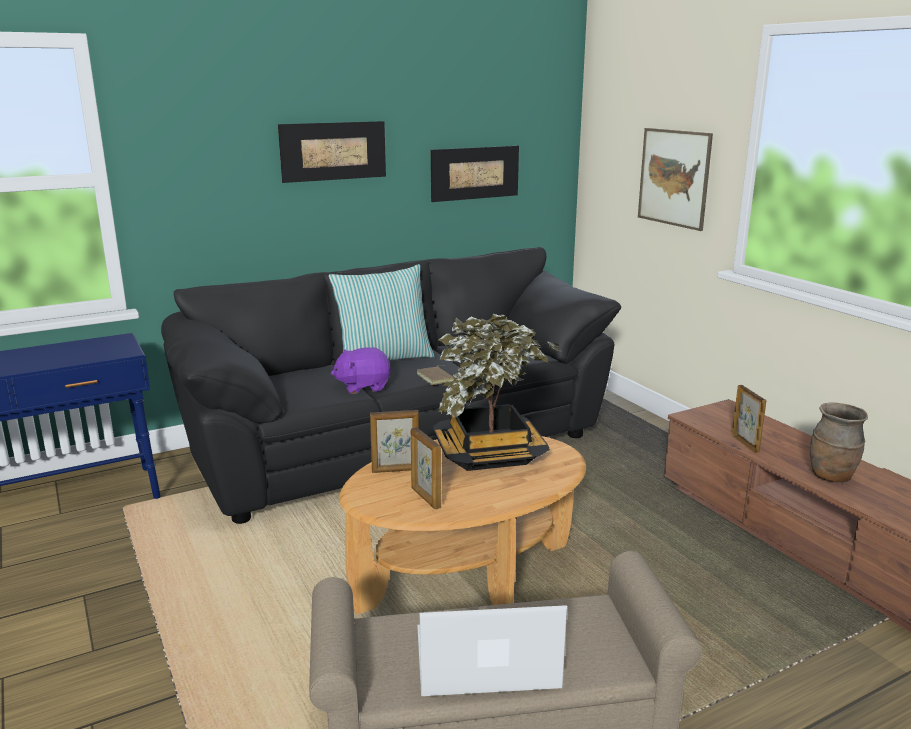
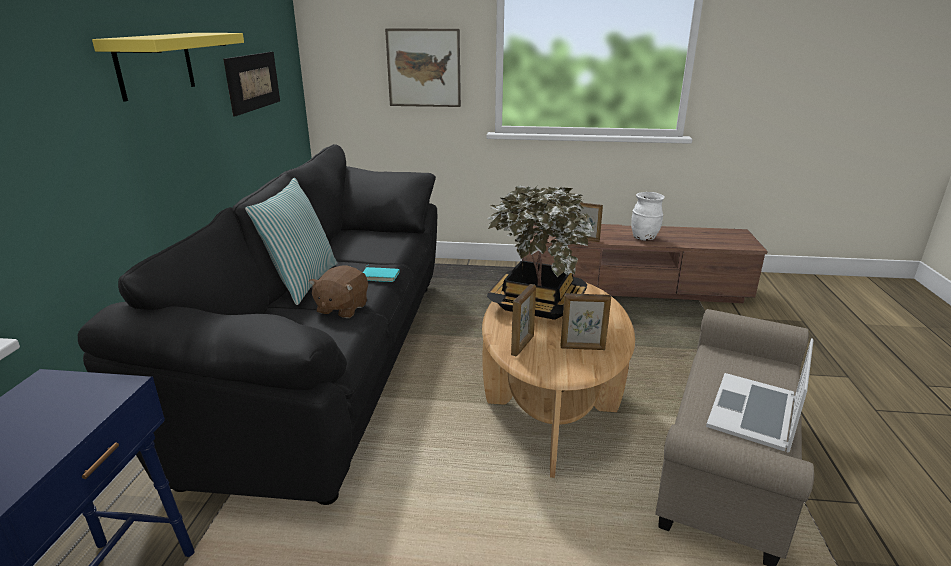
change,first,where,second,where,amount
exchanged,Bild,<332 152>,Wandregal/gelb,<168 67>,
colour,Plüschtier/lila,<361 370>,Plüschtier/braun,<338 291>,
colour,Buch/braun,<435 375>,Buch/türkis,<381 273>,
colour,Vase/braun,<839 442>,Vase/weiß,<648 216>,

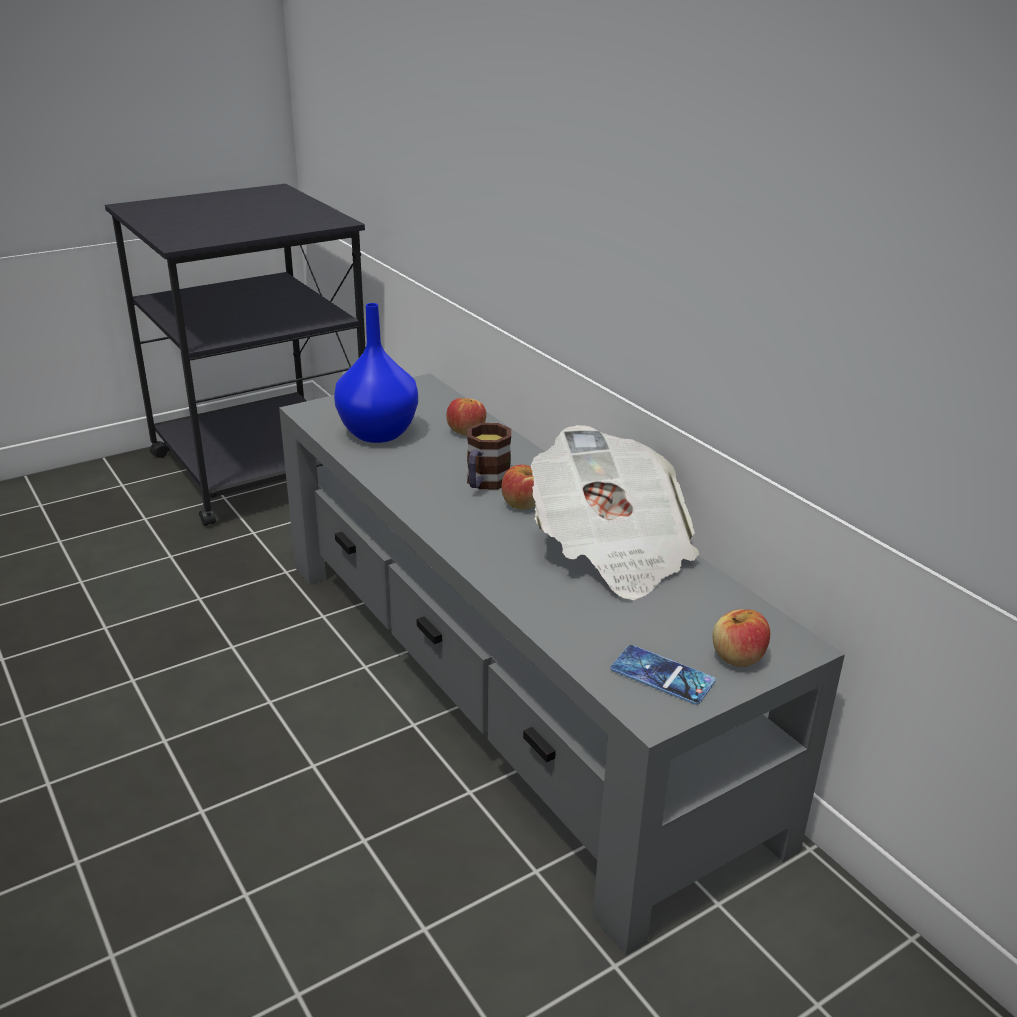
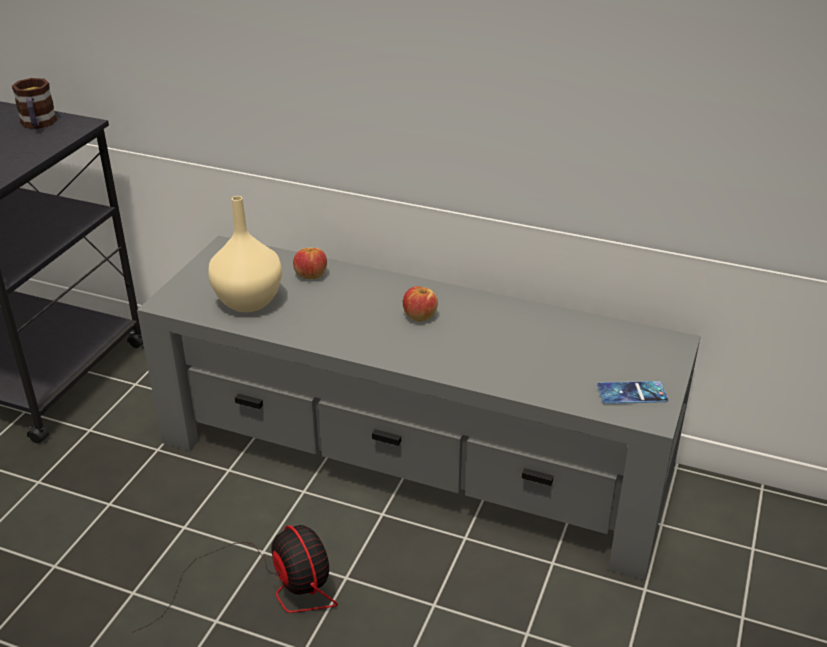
change,first,where,second,where,amount
relocated,Henkelbecher,<489 456>,,<34 103>,
appeared,,,Ventilator,<235 579>,
colour,Vase/blau,<376 373>,Vase/beige,<245 254>,
missing,Zeitung,<615 512>,,,
missing,Apfel,<741 638>,,,

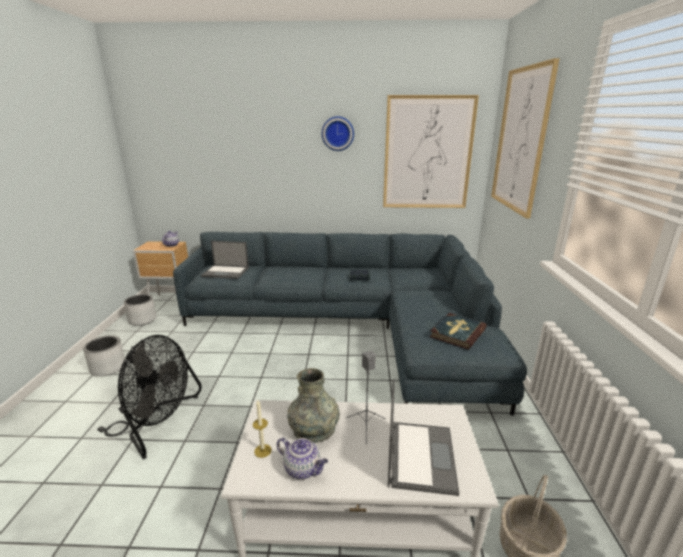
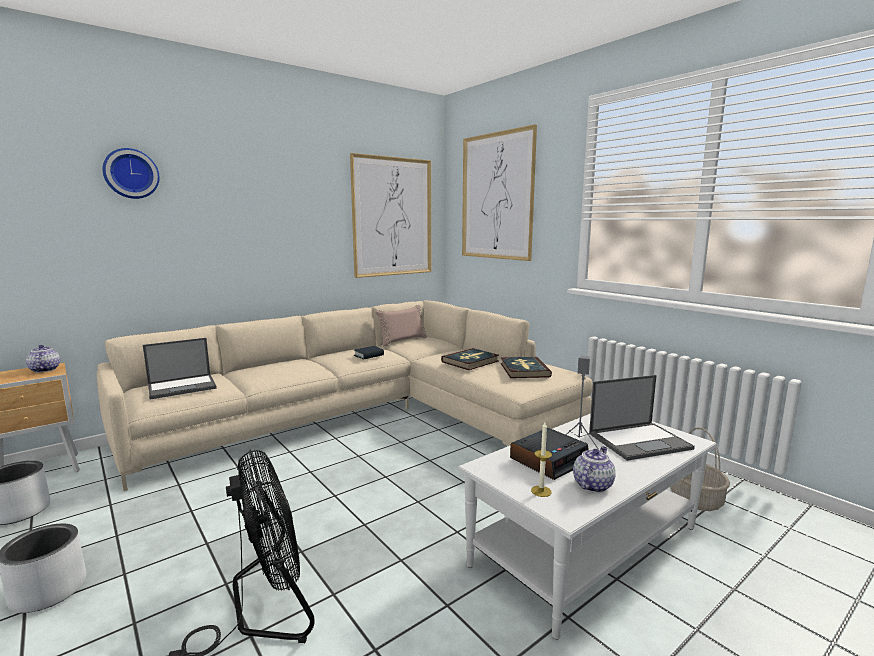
change,first,where,second,where,amount
colour,Sofa/blau,<350 324>,Sofa/beige,<345 395>,
relocated,Wanduhr,<338 133>,,<131 173>,
appeared,,,Kissen/beige,<401 326>,
appeared,,,Buch,<470 359>,
exchanged,Vase/grau,<313 405>,Wecker,<549 454>,
spun,Teekanne,<302 458>,,<594 469>,45 degrees counterclockwise
spun,Laptop,<423 437>,,<642 418>,105 degrees clockwise

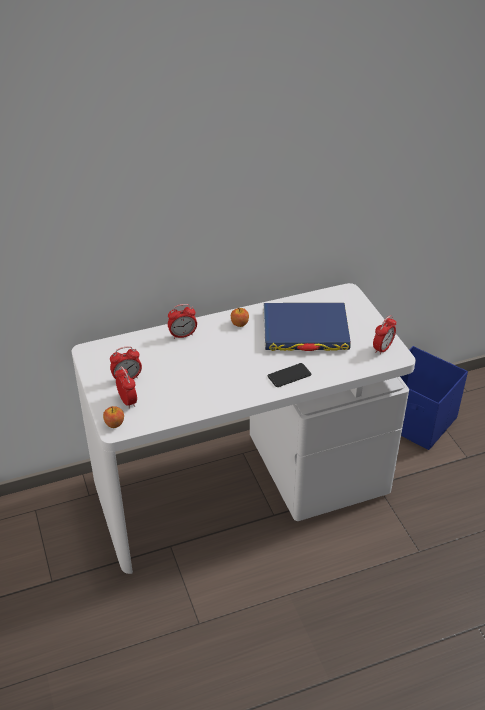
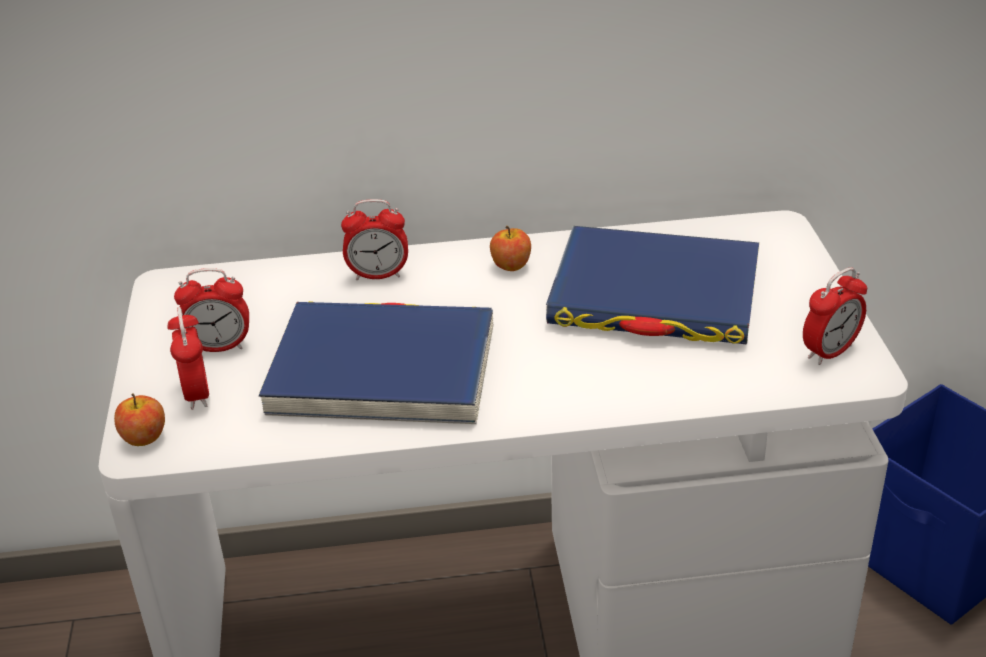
change,first,where,second,where,amount
appeared,,,Buch/blau,<376 362>,
missing,Handy,<289 375>,,,

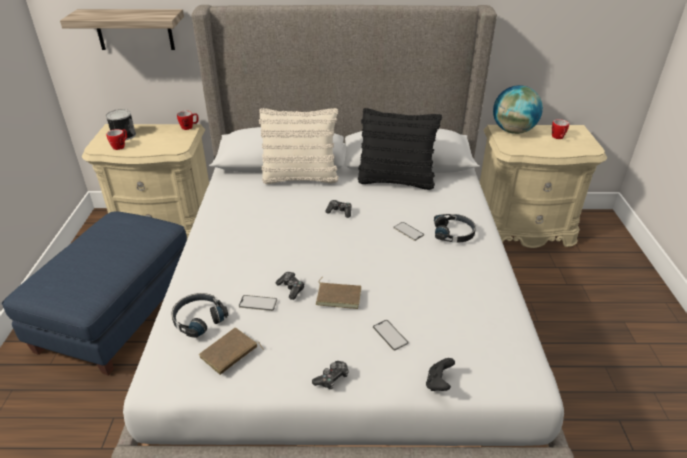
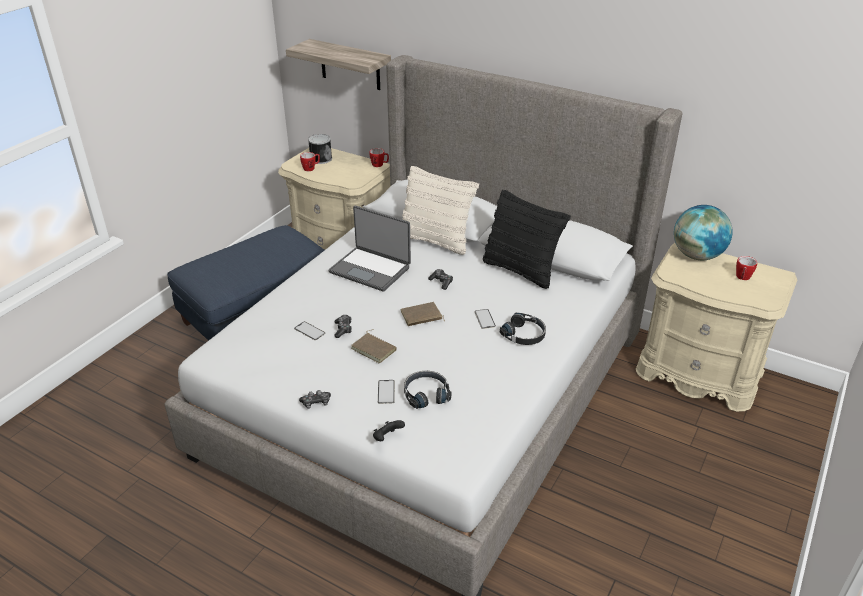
change,first,where,second,where,amount
appeared,,,Laptop,<370 249>,
relocated,Buch/braun,<231 351>,,<422 314>,
relocated,Kopfhörer/schwarz,<199 315>,,<428 390>,

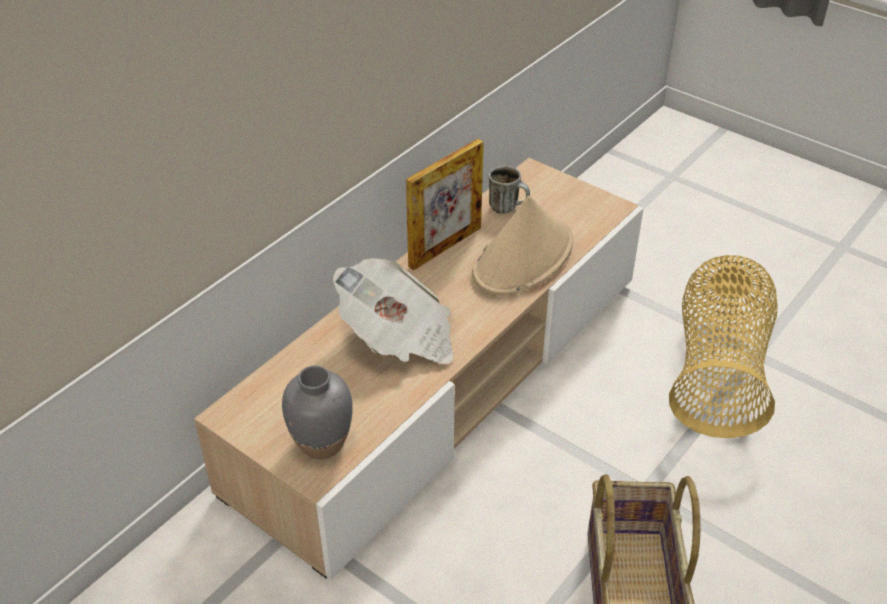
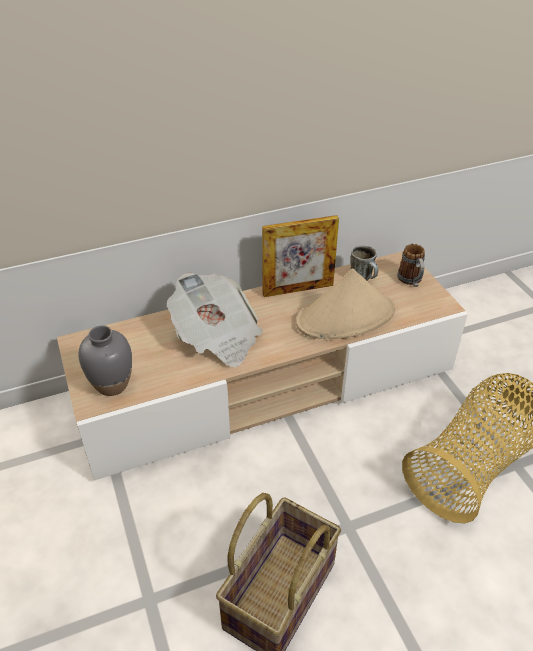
change,first,where,second,where,amount
appeared,,,Henkelbecher,<411 265>,

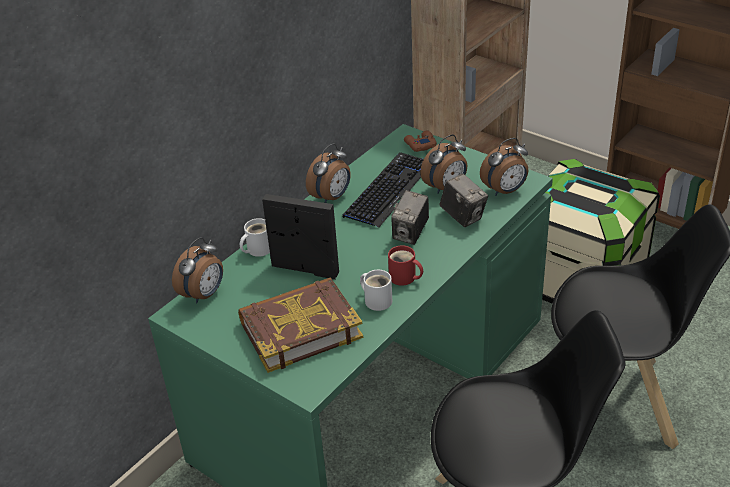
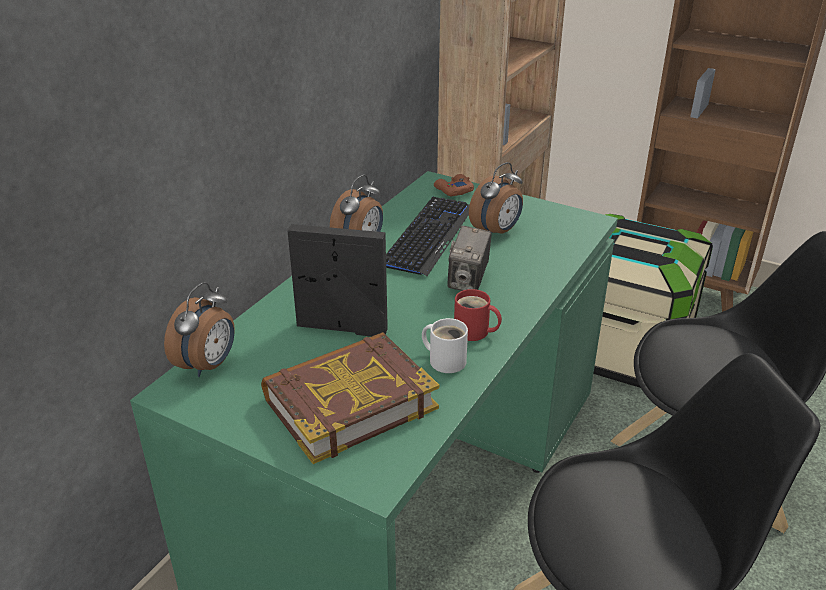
change,first,where,second,where,amount
missing,Henkelbecher/weiß,<255 237>,,,
missing,Kamera,<463 200>,,,
missing,Wecker,<504 167>,,,

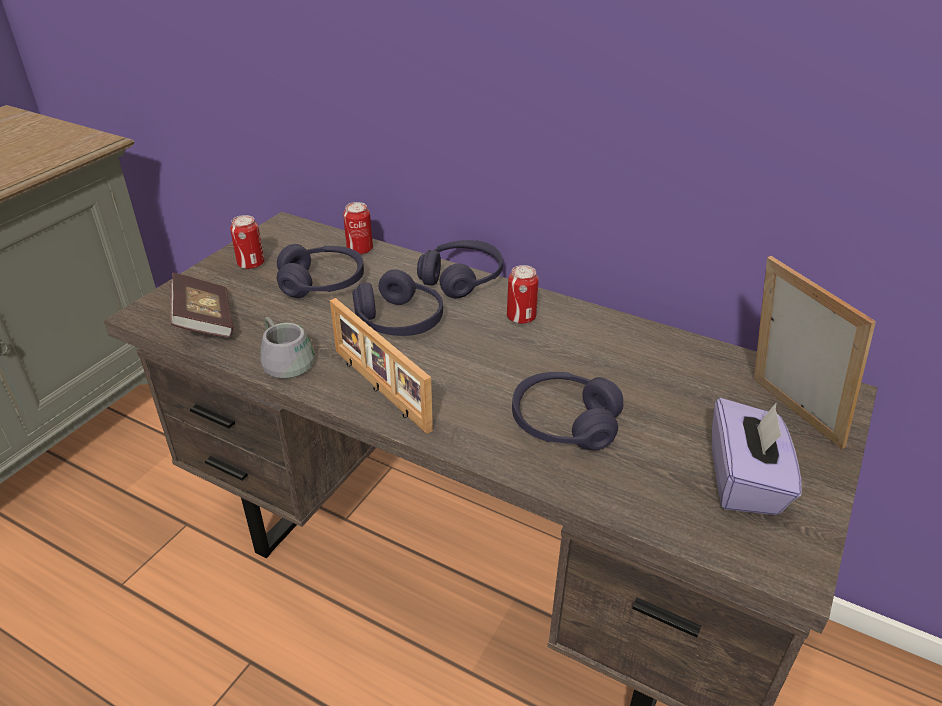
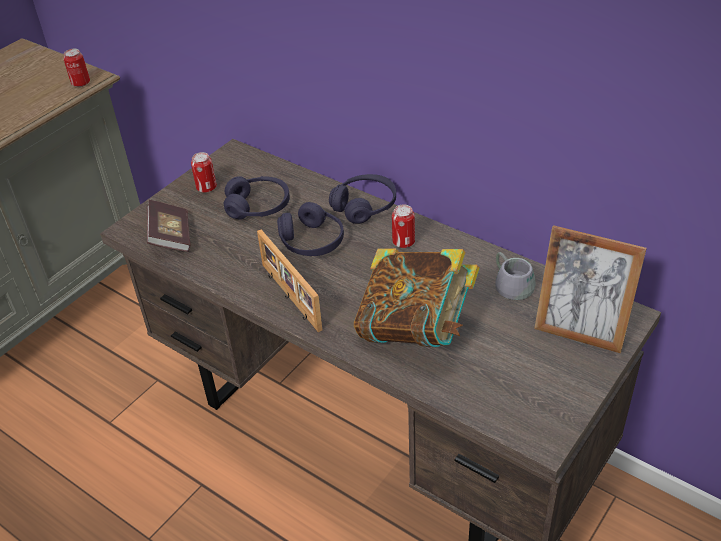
change,first,where,second,where,amount
relocated,Dose,<358 228>,,<76 68>,
exchanged,Kopfhörer/lila,<567 411>,Buch,<417 297>,
relocated,Henkelbecher/grau,<287 348>,,<515 276>,
spun,Bilderrahmen,<815 352>,,<590 289>,135 degrees clockwise
missing,Taschentuchbox/lila,<757 456>,,,

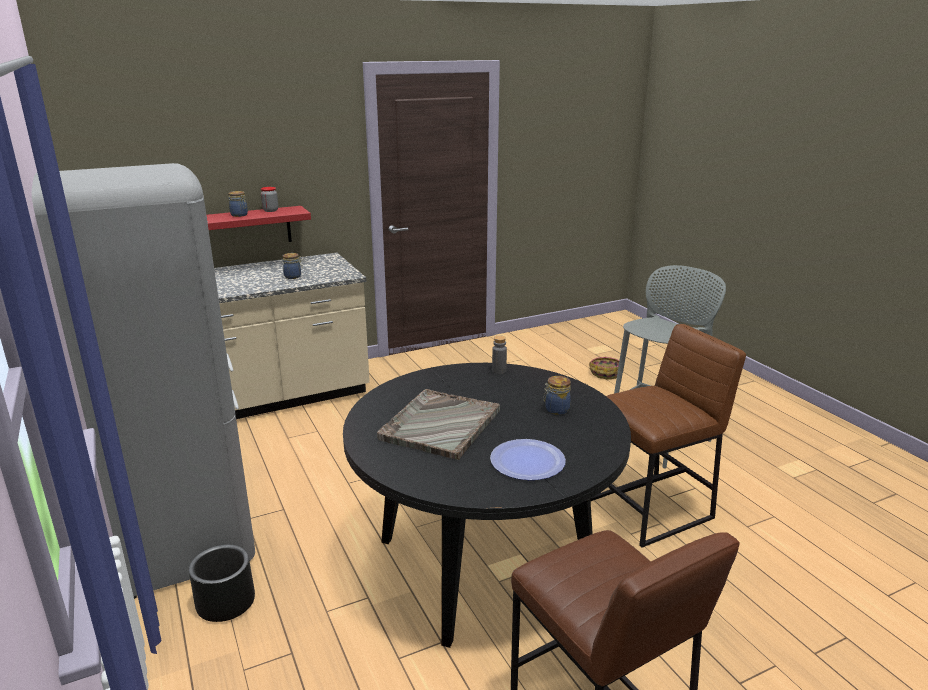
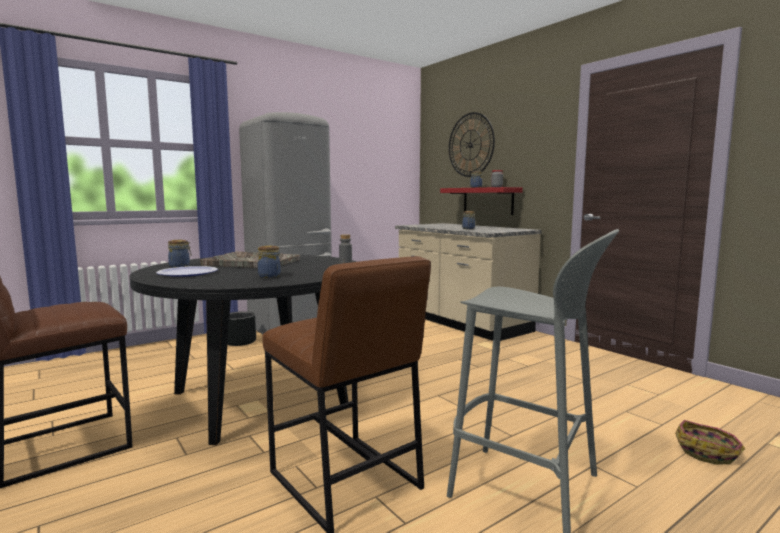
change,first,where,second,where,amount
appeared,,,Vorratsglas,<180 254>,
appeared,,,Wanduhr,<472 144>,

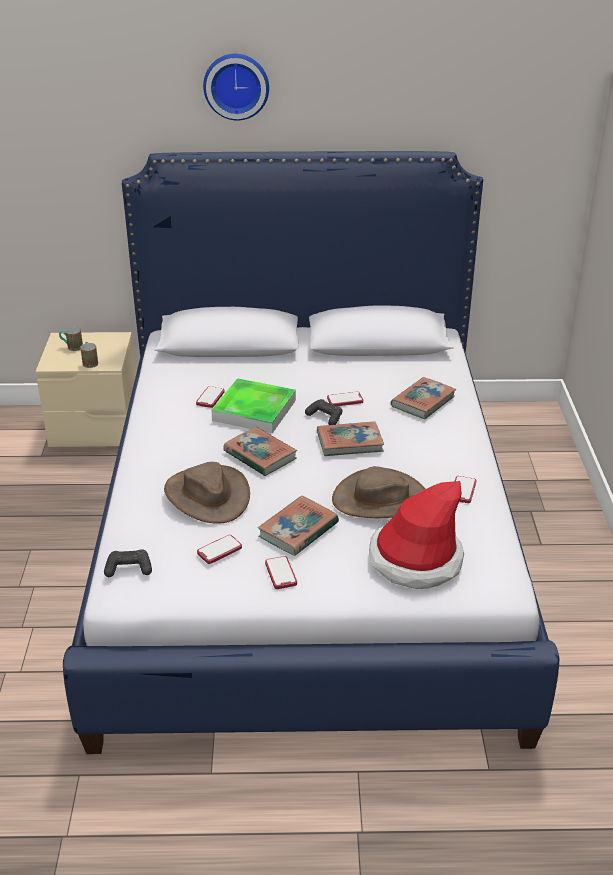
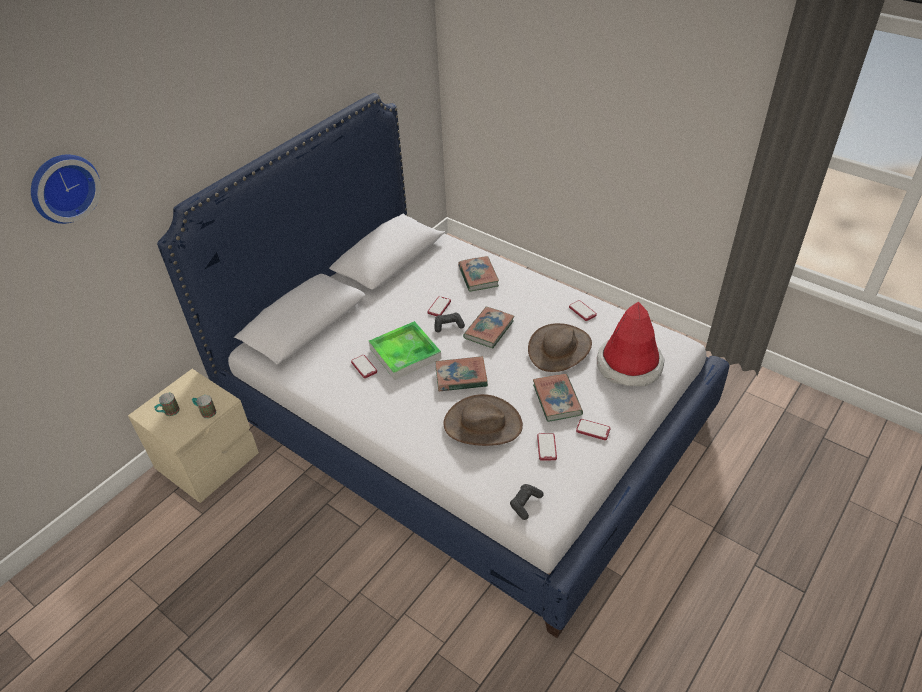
change,first,where,second,where,amount
relocated,Wanduhr,<236 87>,,<66 189>,

